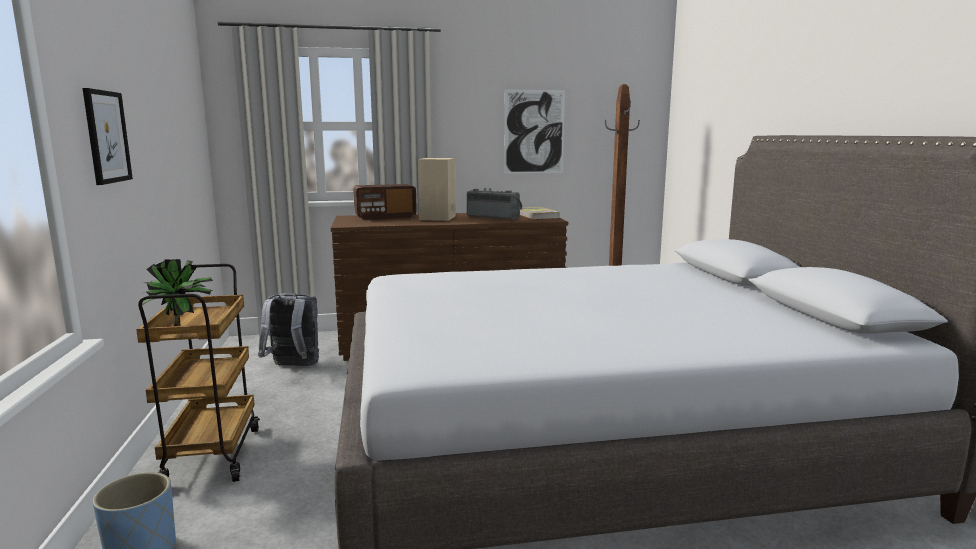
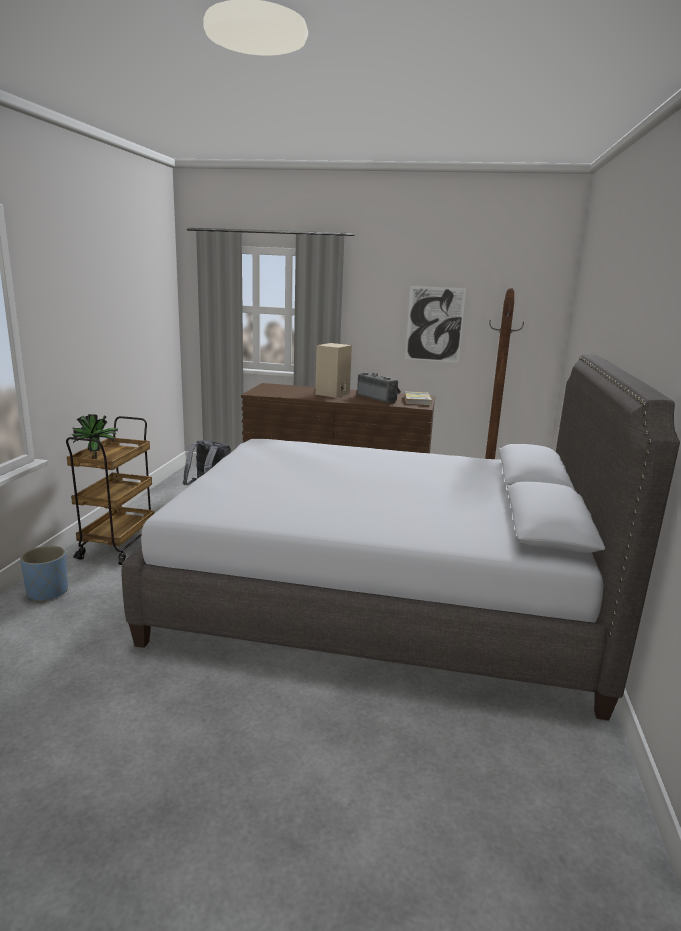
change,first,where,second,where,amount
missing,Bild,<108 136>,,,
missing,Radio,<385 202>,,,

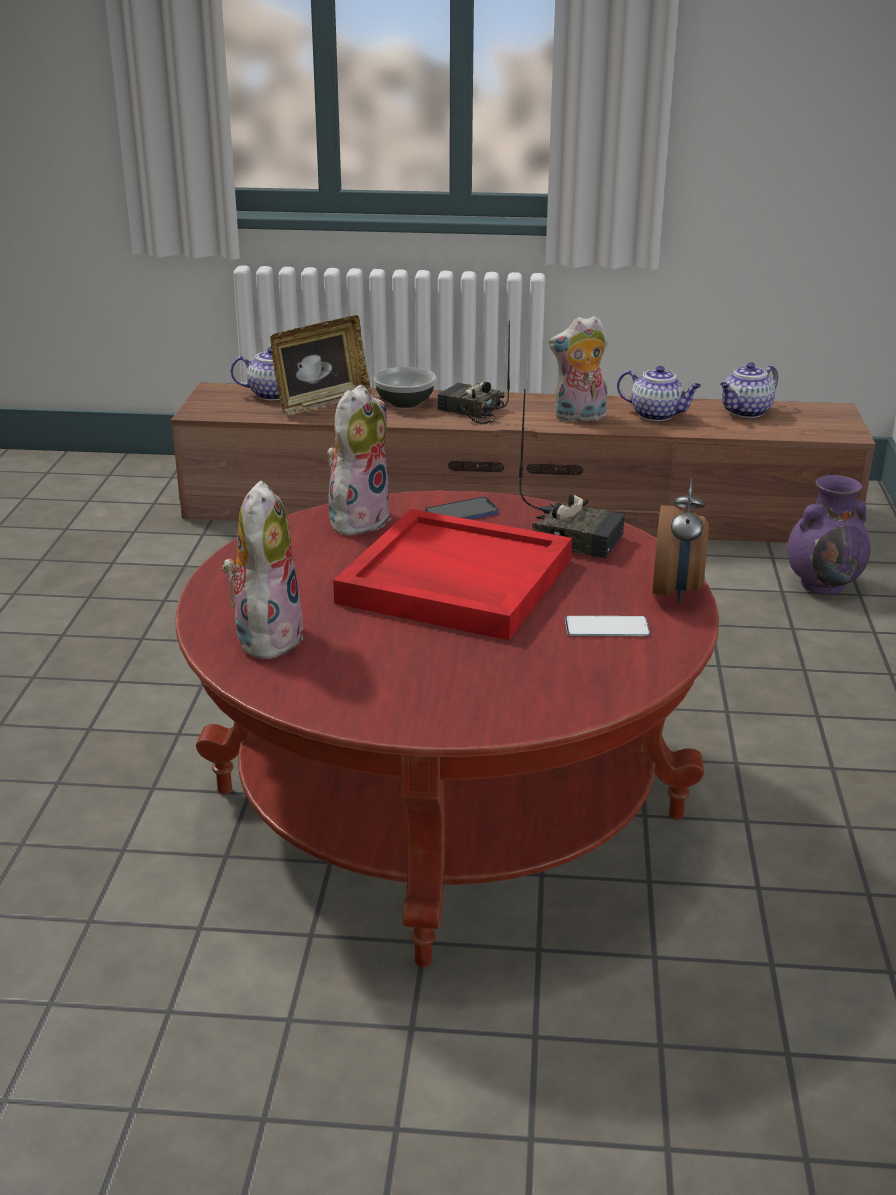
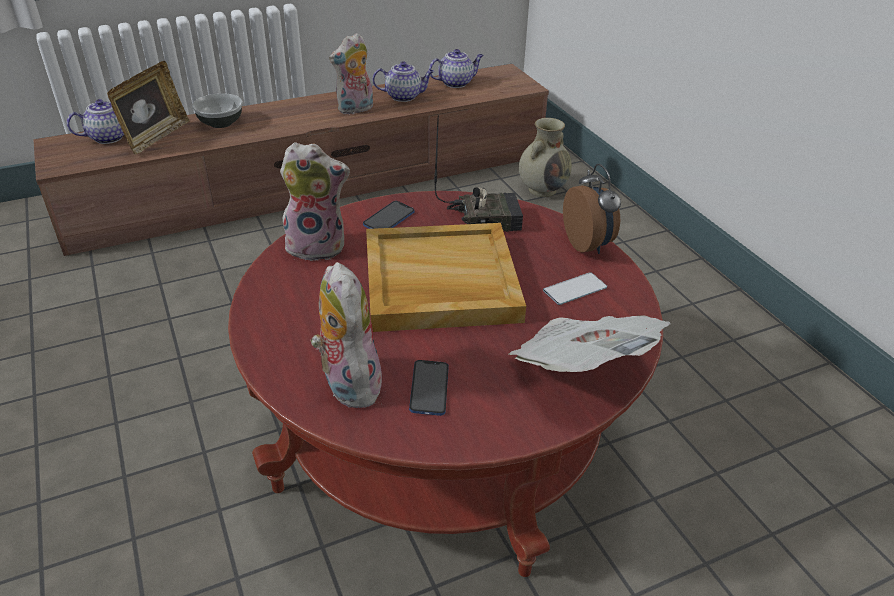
change,first,where,second,where,amount
spun,Plüschtier,<359 460>,,<315 201>,90 degrees clockwise
colour,Tablett/rot,<452 574>,Tablett/beige,<446 277>,
appeared,,,Handy,<429 388>,
spun,Teekanne,<749 390>,,<456 68>,135 degrees counterclockwise
appeared,,,Zeitung,<589 343>,
colour,Vase/lila,<829 535>,Vase/beige,<545 157>,
missing,Radio,<474 372>,,,

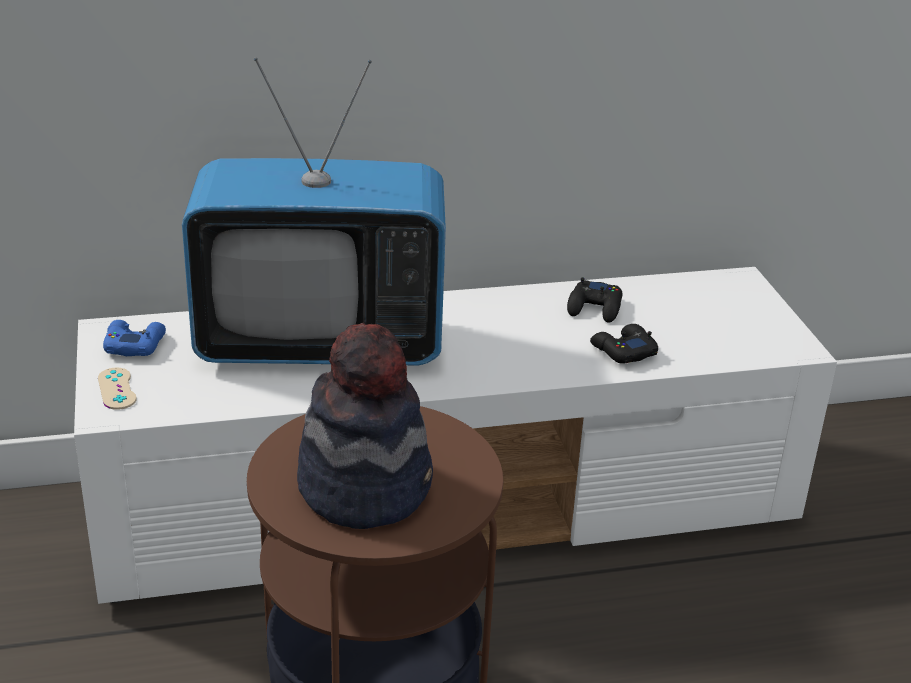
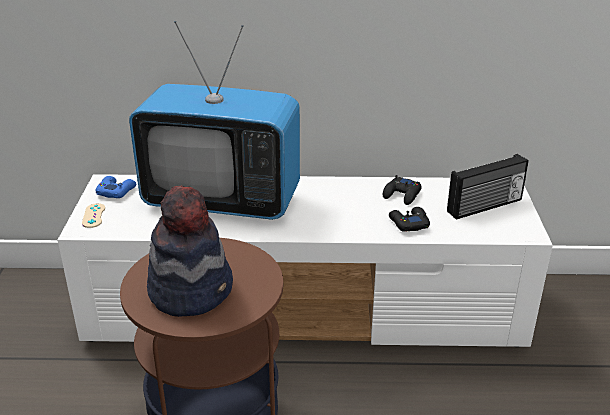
change,first,where,second,where,amount
appeared,,,Radio,<488 187>,

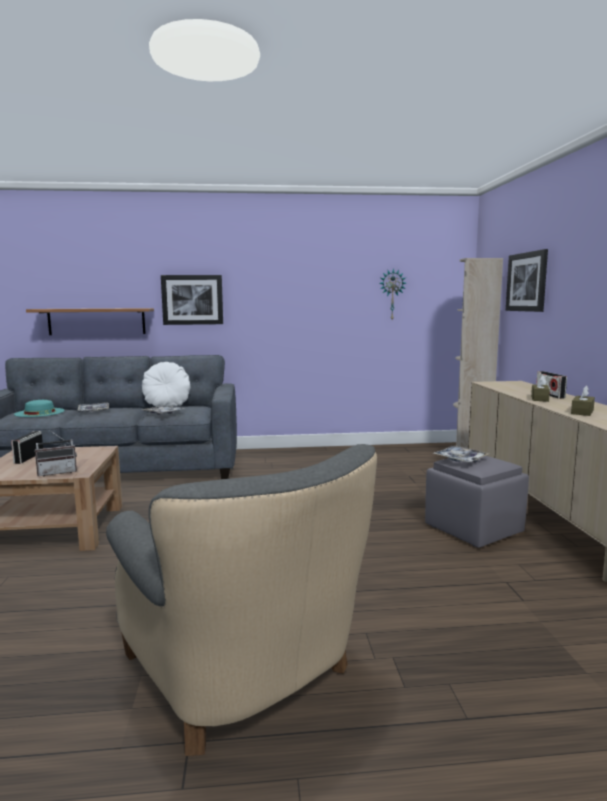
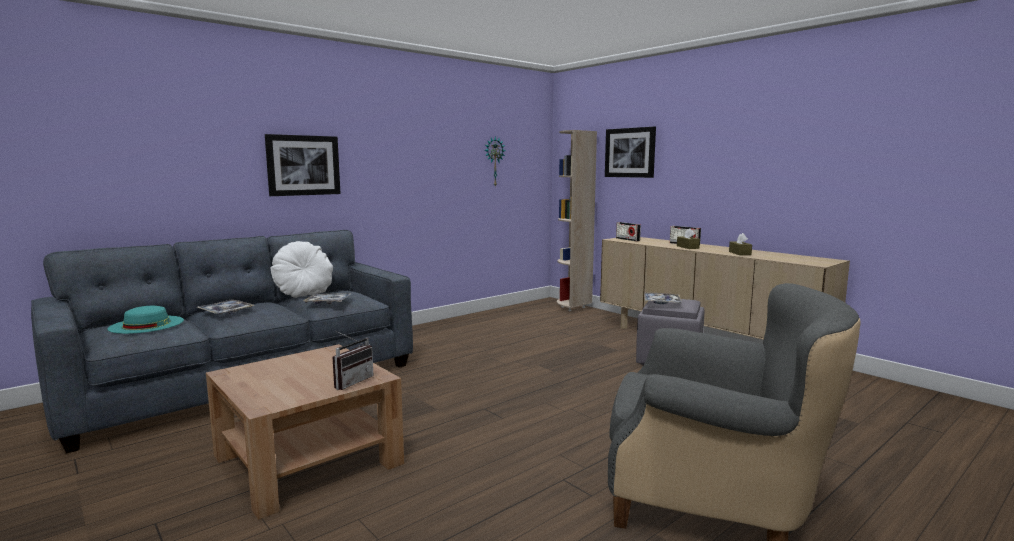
change,first,where,second,where,amount
relocated,Radio,<27 447>,,<628 231>,
missing,Wandregal,<90 321>,,,

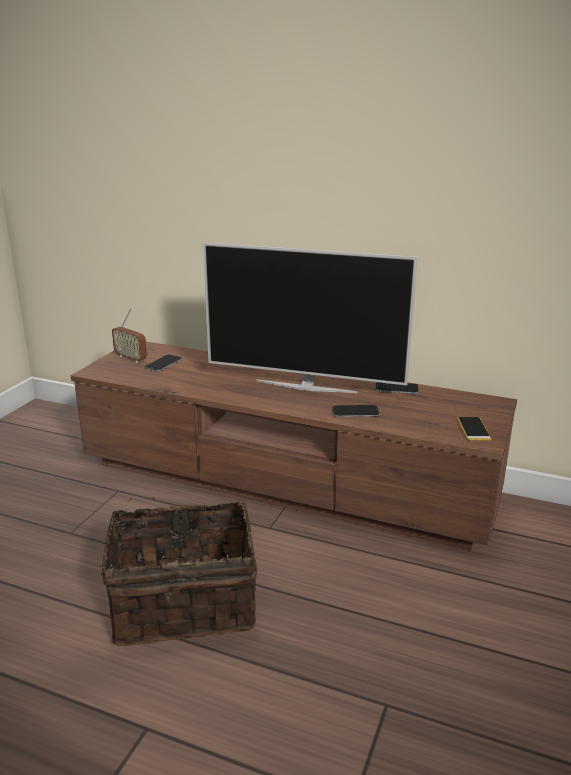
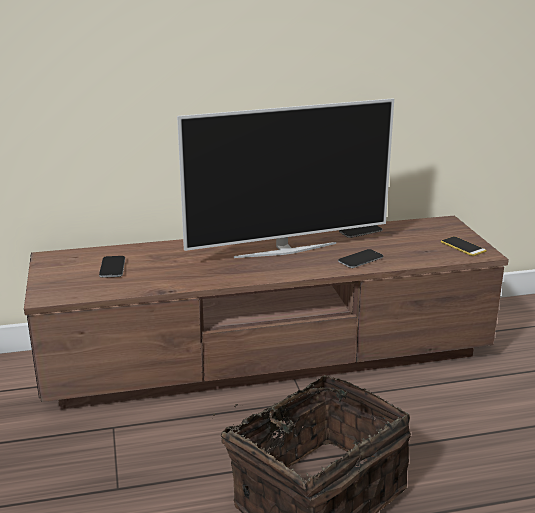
change,first,where,second,where,amount
missing,Radio,<129 336>,,,

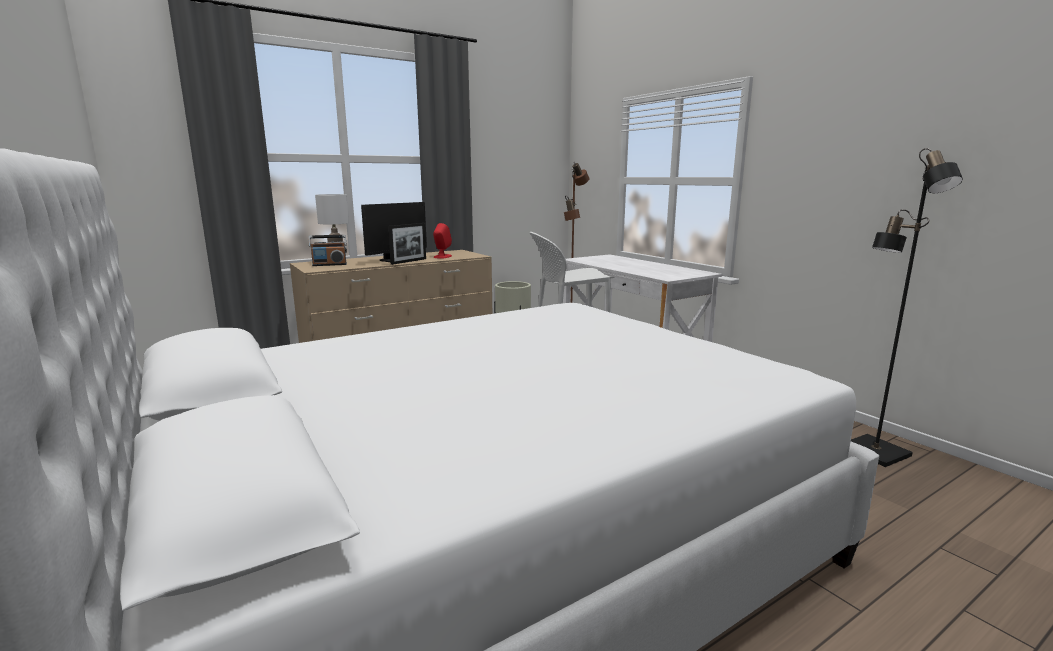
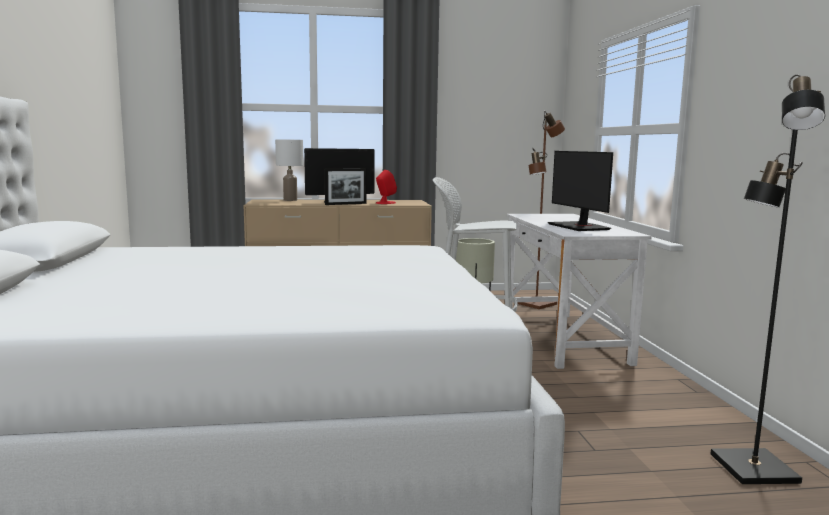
change,first,where,second,where,amount
appeared,,,Monitor,<580 191>,
missing,Radio,<328 250>,,,

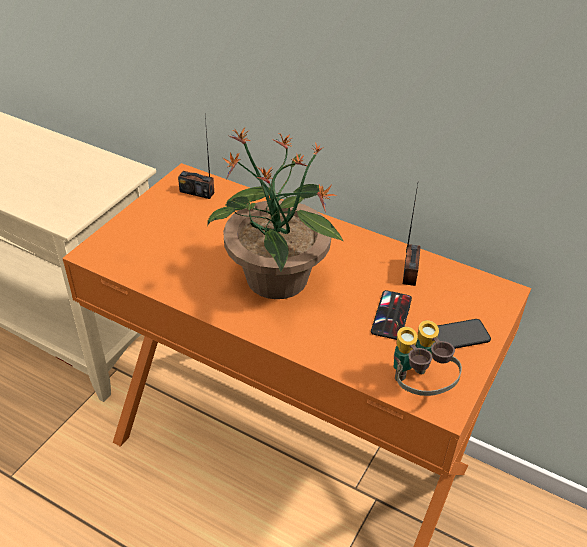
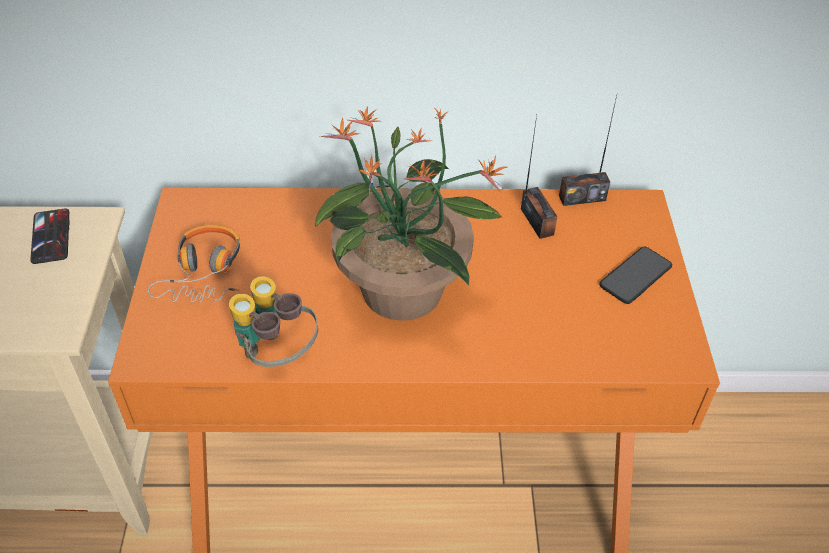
change,first,where,second,where,amount
relocated,Handy,<391 315>,,<50 236>,
appeared,,,Kopfhörer,<194 263>,
relocated,Fernglas,<428 358>,,<273 321>,
relocated,Radio,<196 158>,,<588 150>,

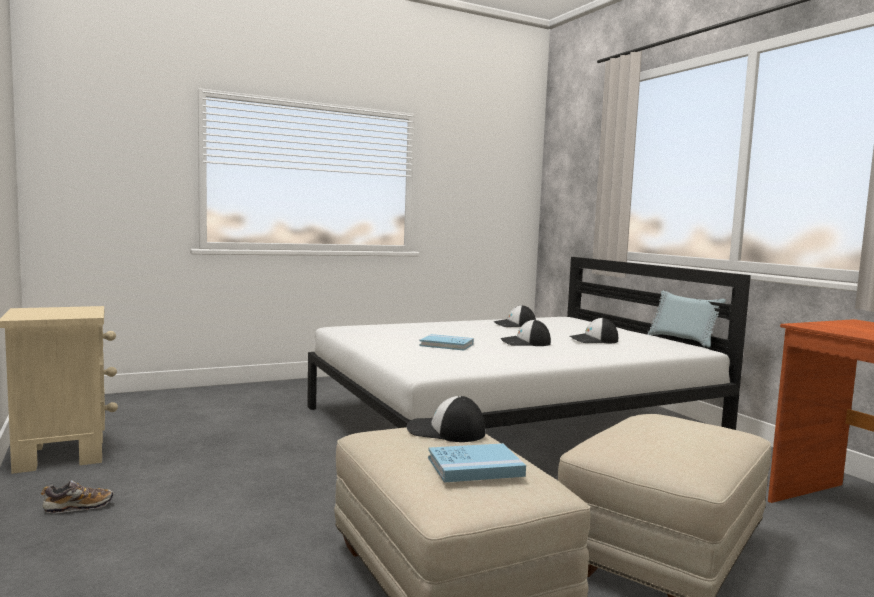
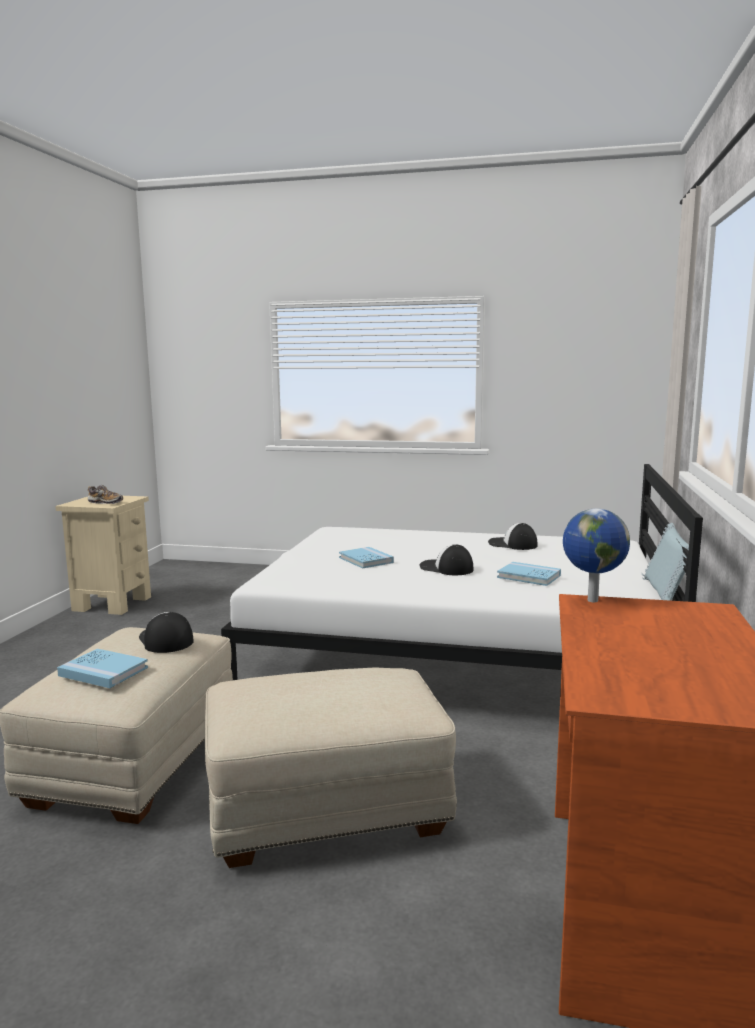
change,first,where,second,where,amount
relocated,Schuh,<77 496>,,<105 494>,
exchanged,Kappe,<593 330>,Buch/blau,<529 574>,
appeared,,,Globus,<596 555>,

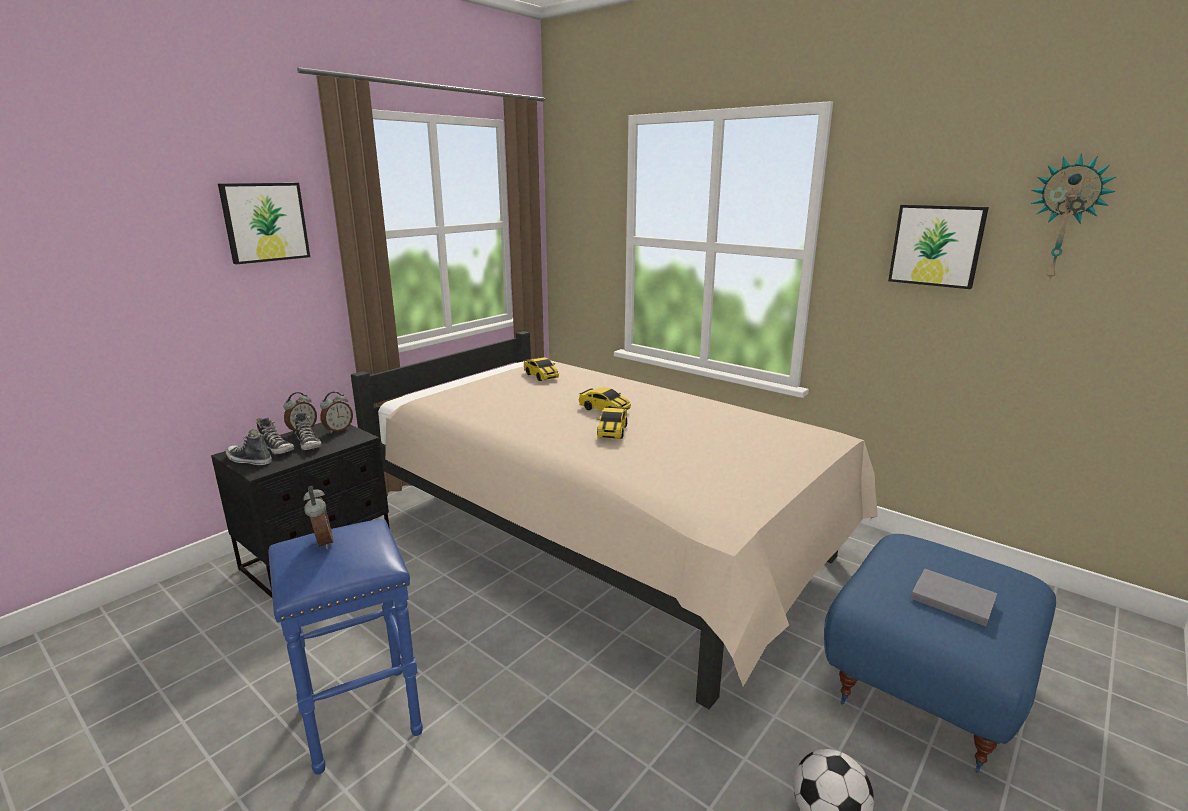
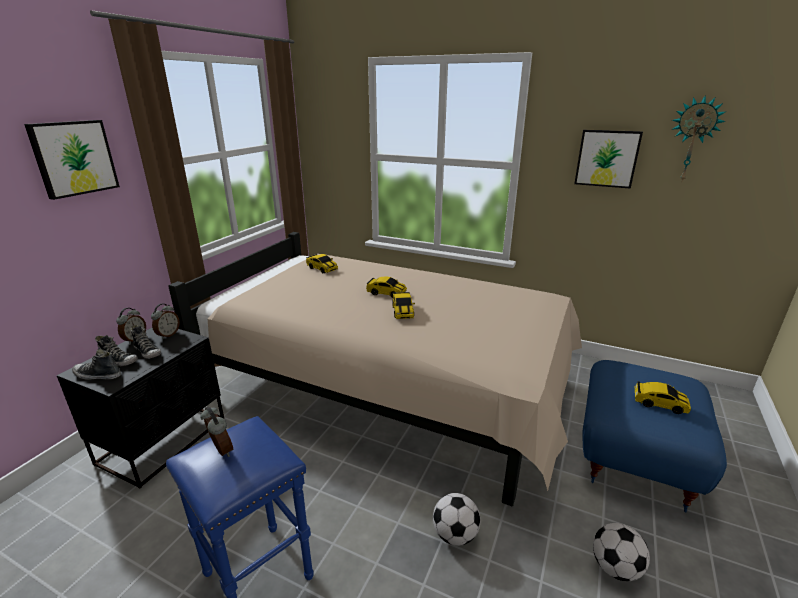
change,first,where,second,where,amount
appeared,,,Fußball,<456 519>,
exchanged,Buch/grau,<954 598>,Spielzeugauto,<663 397>,

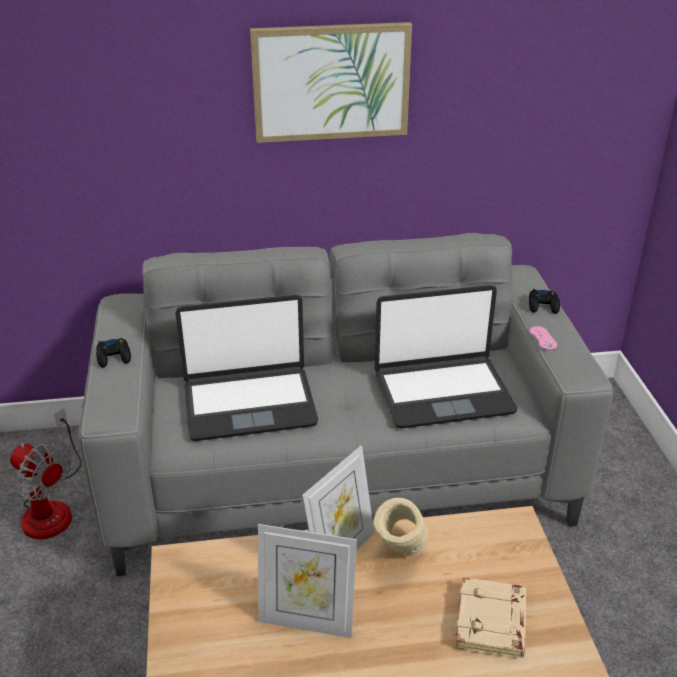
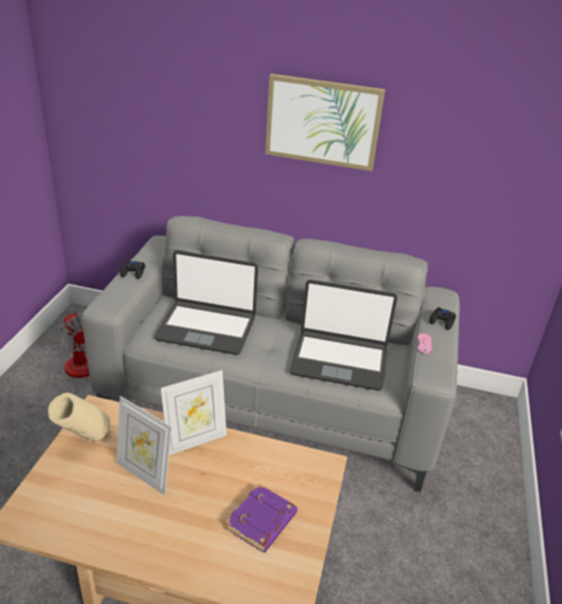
change,first,where,second,where,amount
relocated,Vase/beige,<400 527>,,<79 417>,
colour,Buch/beige,<490 617>,Buch/lila,<261 518>,

